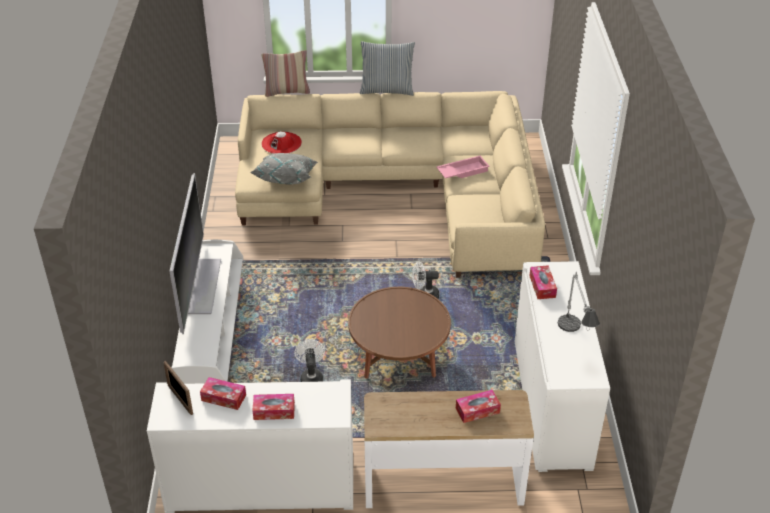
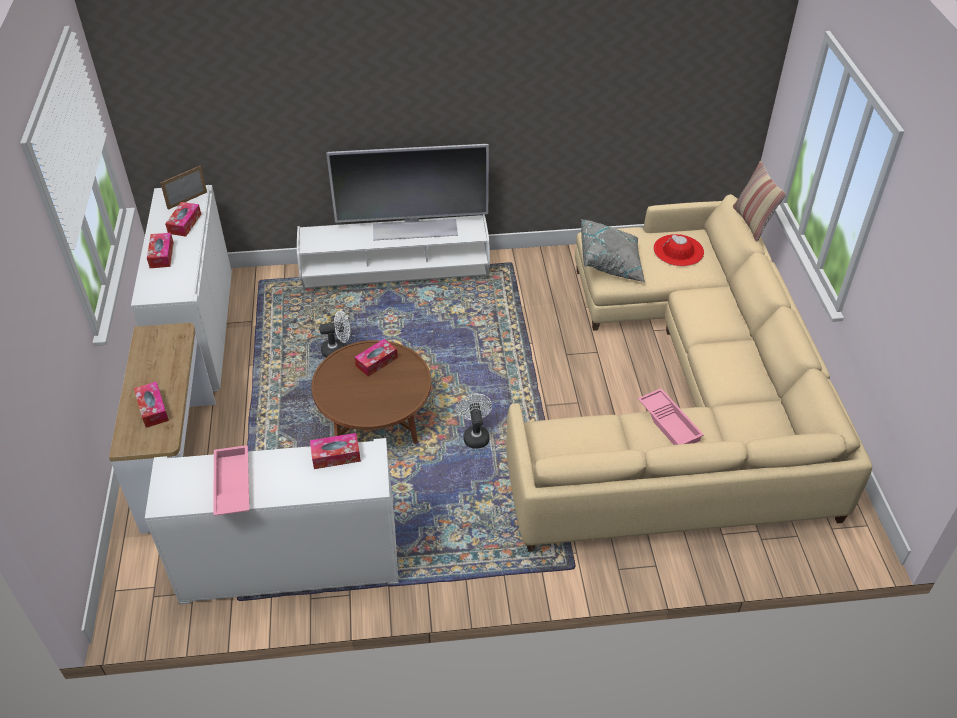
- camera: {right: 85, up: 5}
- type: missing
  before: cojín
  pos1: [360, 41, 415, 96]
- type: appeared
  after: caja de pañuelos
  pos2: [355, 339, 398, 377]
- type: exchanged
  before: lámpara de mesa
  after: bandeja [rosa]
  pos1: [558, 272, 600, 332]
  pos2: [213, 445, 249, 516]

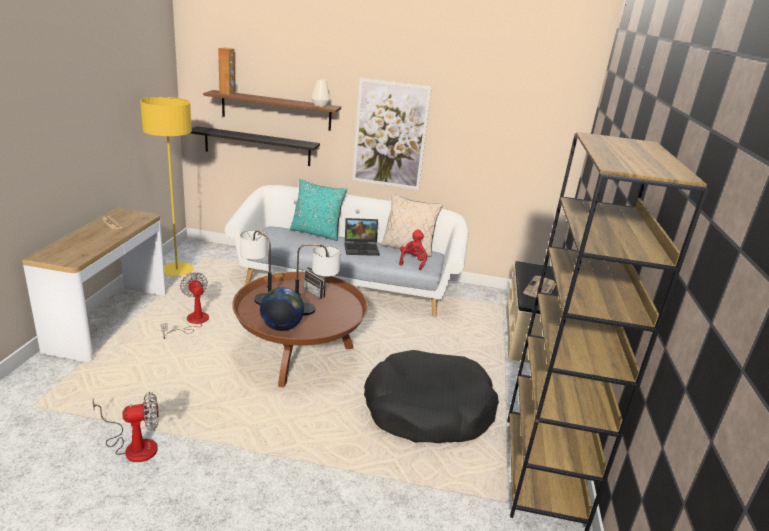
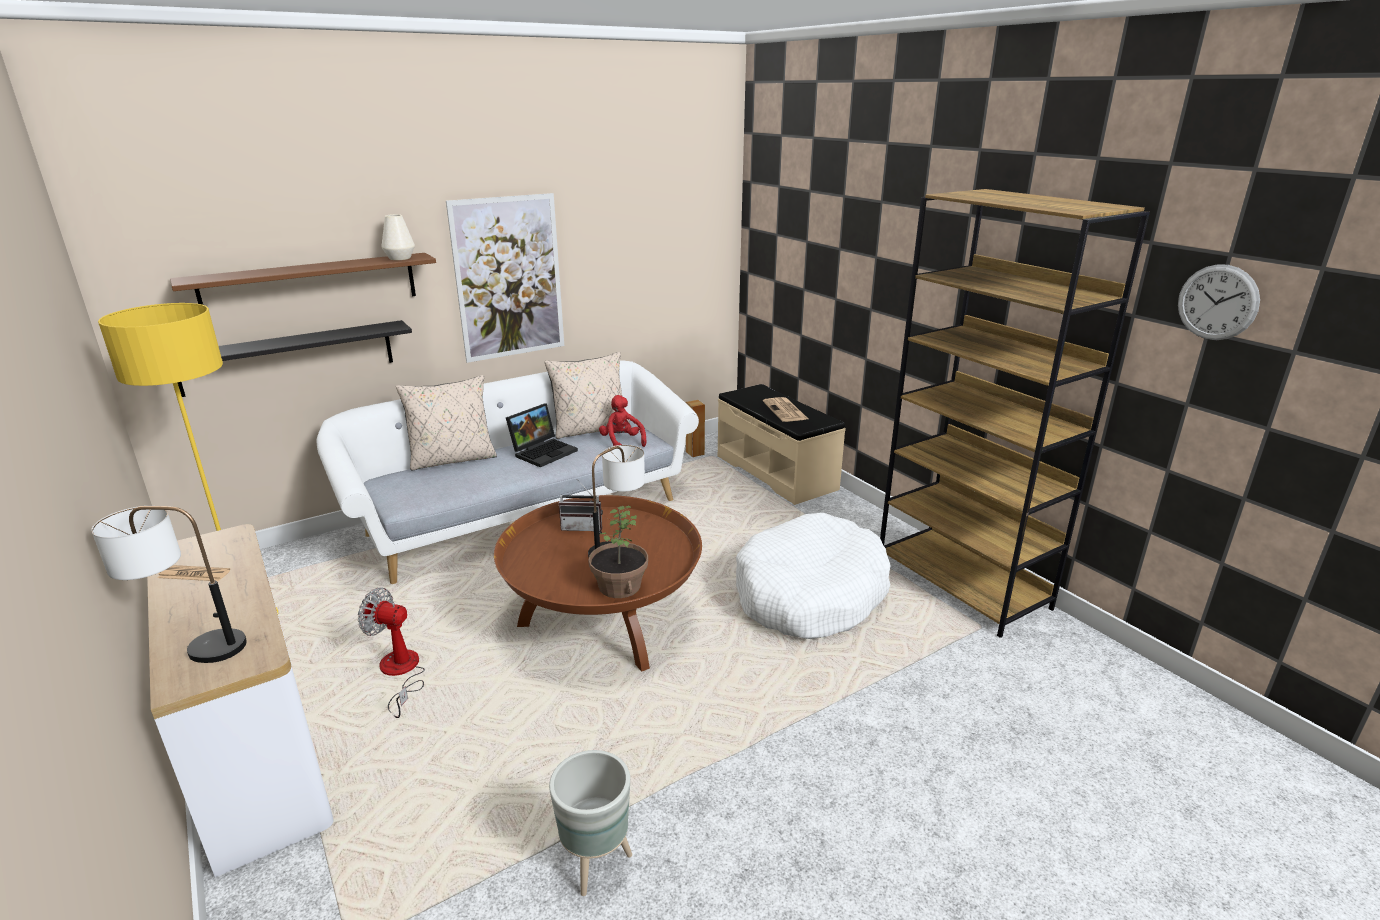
- camera: {right: -40, up: 0}
- type: appeared
  after: reloj de pared
  pos2: [1178, 264, 1260, 340]
- type: relocated
  before: altavoz [marrón]
  pos1: [218, 47, 235, 95]
  pos2: [686, 400, 705, 457]
- type: relocated
  before: lámpara de mesa
  pos1: [240, 230, 272, 305]
  pos2: [91, 506, 247, 663]
- type: exchanged
  before: ventilador
  after: maceta [gris]
  pos1: [92, 392, 159, 462]
  pos2: [549, 750, 632, 896]
- type: exchanged
  before: globo terráqueo
  after: planta en maceta
  pos1: [260, 287, 304, 331]
  pos2: [588, 506, 648, 598]
- type: colour
  before: cojín [turquesa]
  after: cojín [beis]
  pos1: [290, 179, 347, 241]
  pos2: [396, 375, 497, 471]
- type: colour
  before: cama para perro [negro]
  after: cama para perro [blanco]
  pos1: [364, 350, 499, 443]
  pos2: [736, 513, 890, 639]

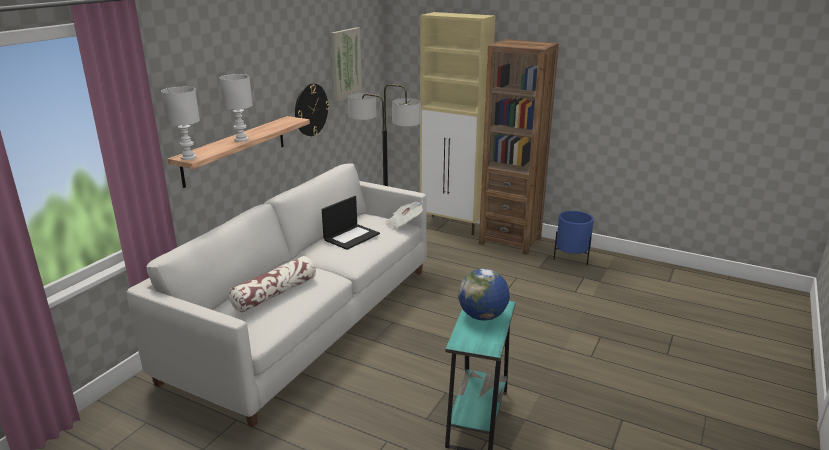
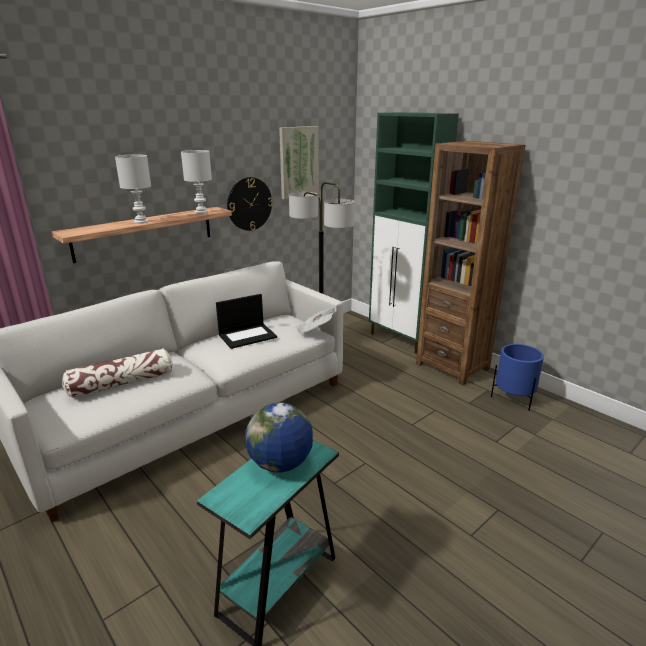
- camera: {right: 20, up: 0}
- type: relocated
  before: lámpara de mesa [blanco]
  pos1: [161, 87, 200, 160]
  pos2: [181, 150, 212, 214]
- type: colour
  before: armario [beis]
  after: armario [verde]
  pos1: [420, 12, 496, 235]
  pos2: [369, 112, 459, 354]

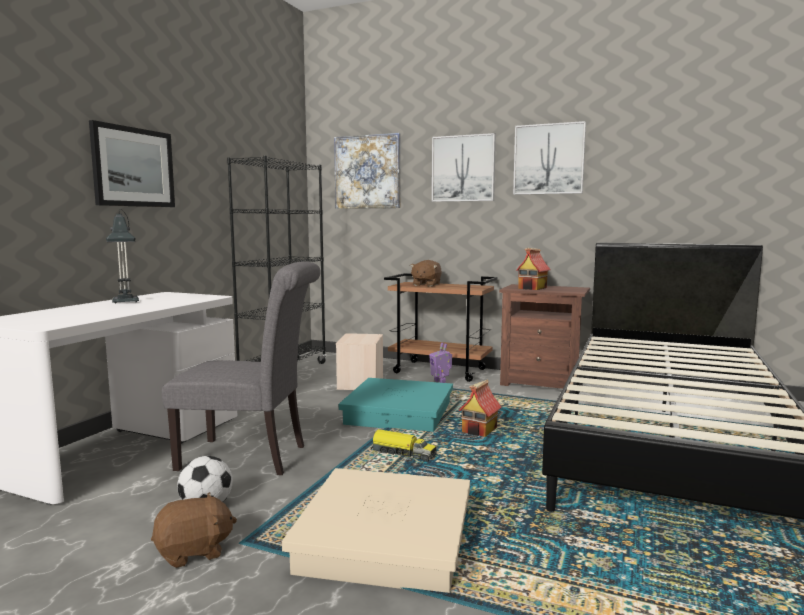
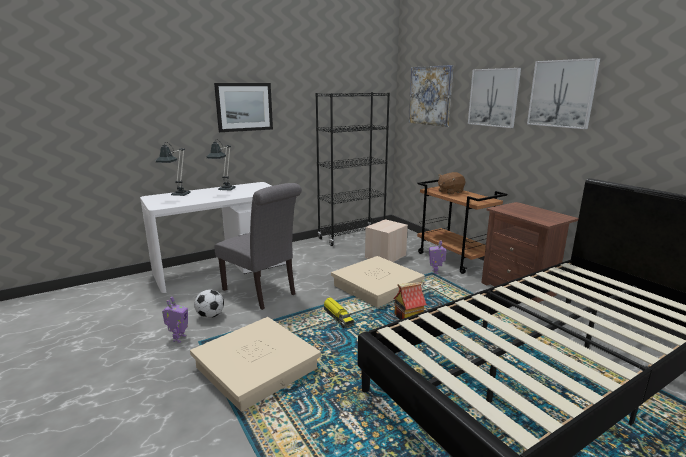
- camera: {right: 35, up: 10}
- type: missing
  before: casita
  pos1: [516, 248, 550, 290]
- type: appeared
  after: lámpara de mesa
  pos2: [155, 142, 191, 196]
- type: exchanged
  before: peluche [marrón]
  after: robot de juguete
  pos1: [151, 492, 237, 568]
  pos2: [162, 297, 188, 343]
- type: colour
  before: caja de almacenaje [turquesa]
  after: caja de almacenaje [beis]
  pos1: [339, 378, 453, 432]
  pos2: [331, 256, 425, 308]

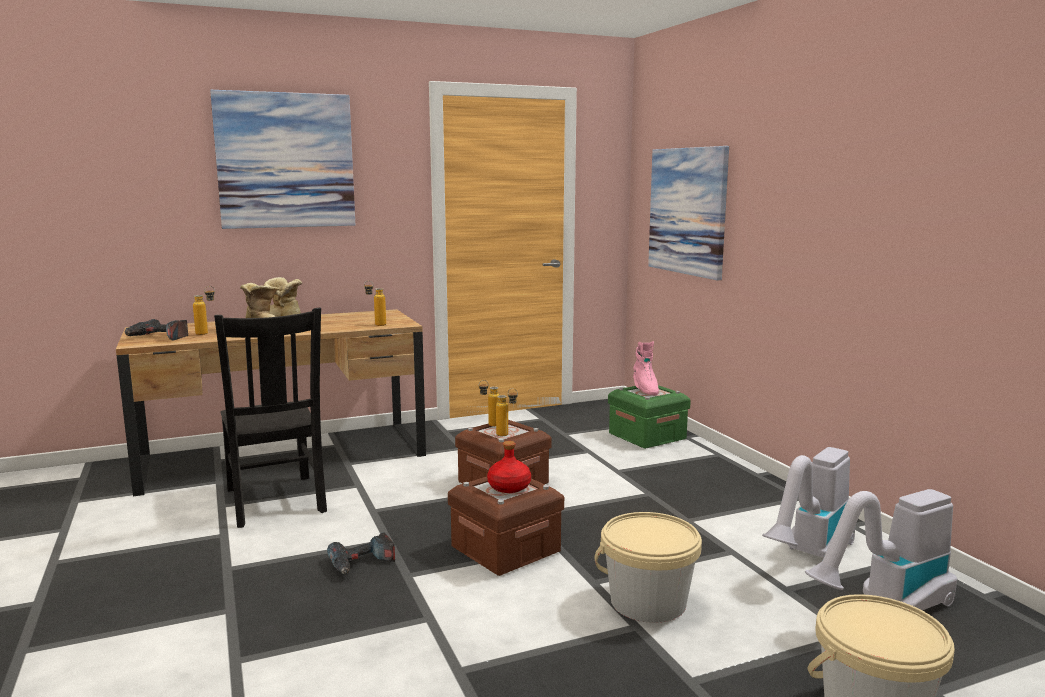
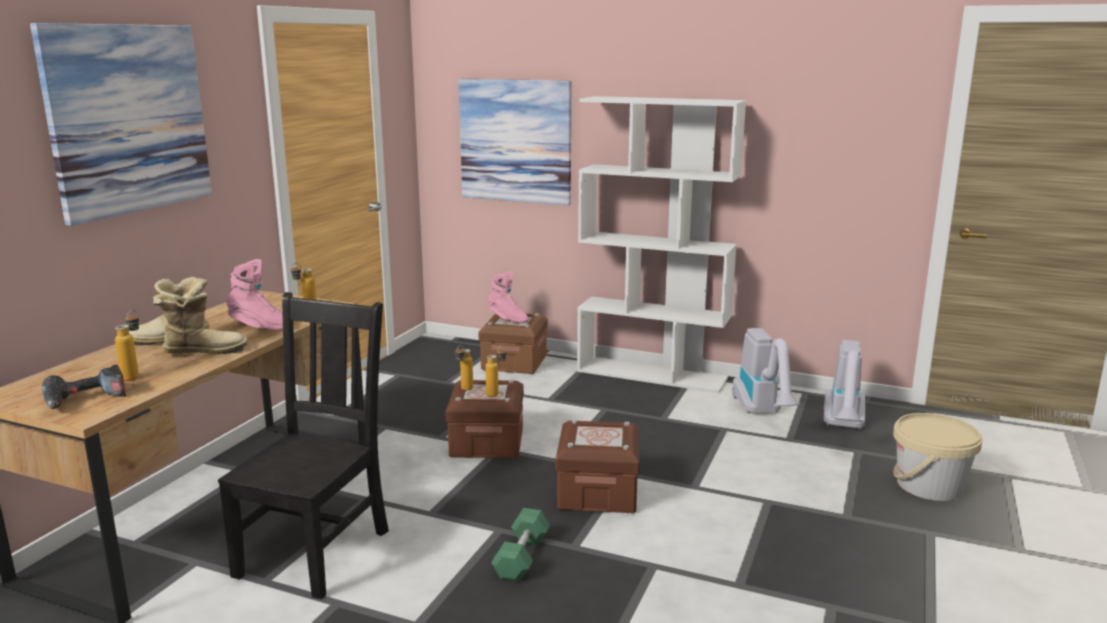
- camera: {right: -45, up: 5}
- type: missing
  before: botella [rojo]
  pos1: [487, 441, 531, 493]
- type: missing
  before: cubo [beis]
  pos1: [595, 512, 702, 623]
- type: appeared
  after: bota [rosa]
  pos2: [226, 259, 294, 330]
- type: appeared
  after: estantería [blanco]
  pos2: [577, 96, 746, 393]
- type: exchanged
  before: taladro
  after: mancuerna [verde]
  pos1: [327, 532, 395, 574]
  pos2: [491, 508, 550, 582]
- type: colour
  before: caja de almacenaje [verde]
  after: caja de almacenaje [marrón]
  pos1: [608, 385, 691, 449]
  pos2: [478, 313, 548, 374]
- type: spun
  before: silla [negro]
  pos1: [214, 307, 327, 528]
  pos2: [218, 292, 389, 599]
  turn: -90

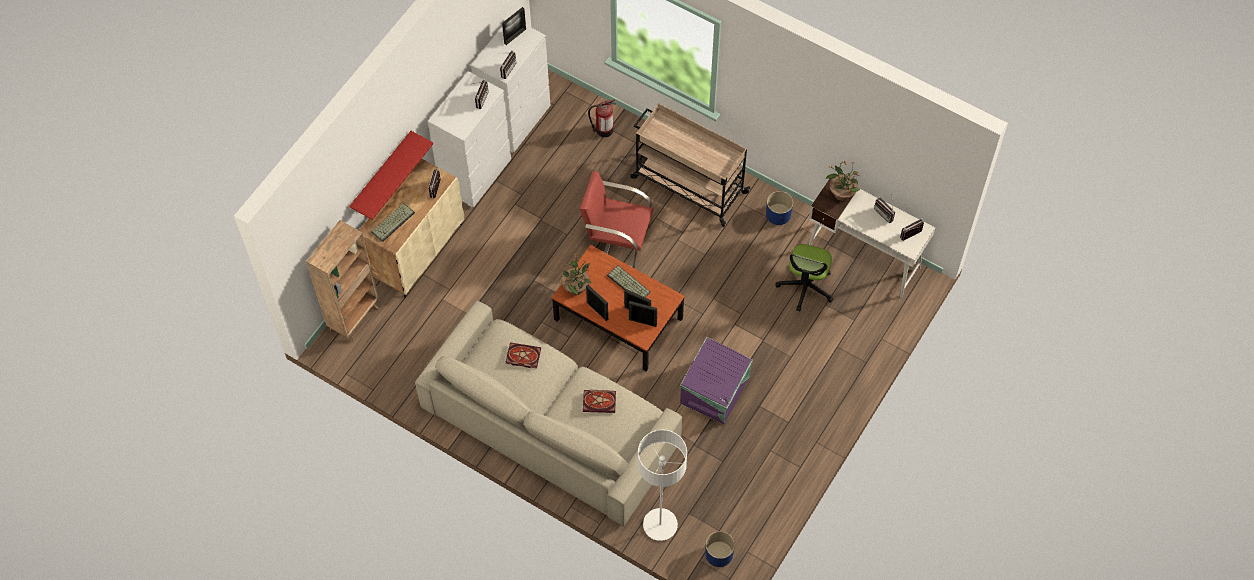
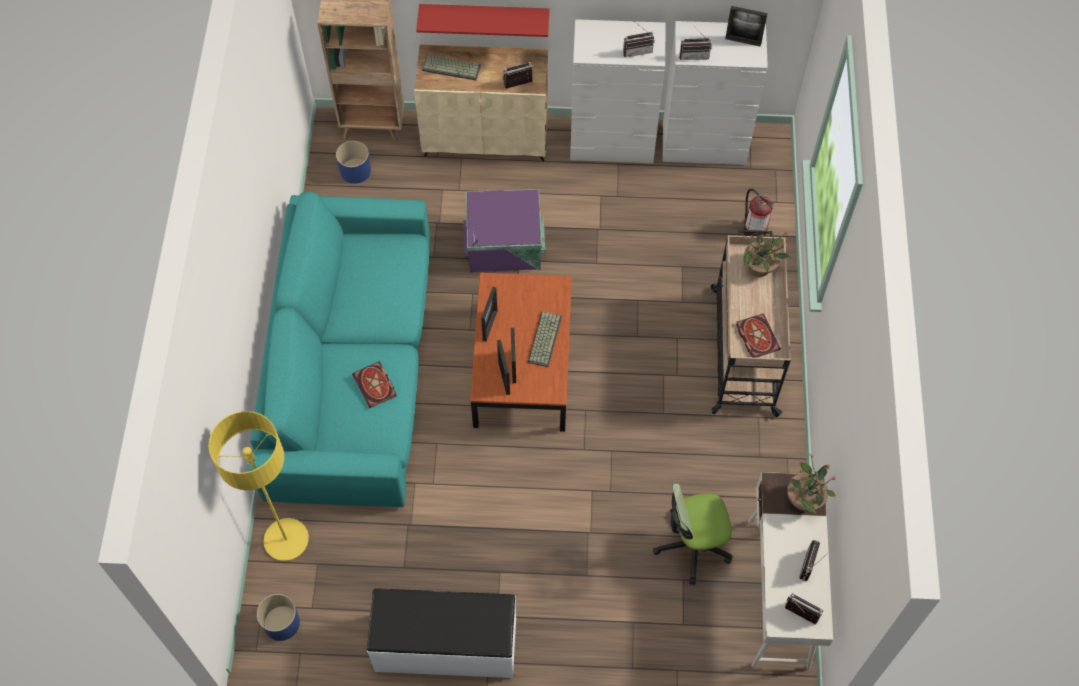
- camera: {right: 60, up: 0}
- type: missing
  before: silla [rojo]
  pos1: [579, 171, 654, 268]
- type: appeared
  after: banco [blanco]
  pos2: [367, 588, 516, 678]
- type: relocated
  before: libro
  pos1: [506, 342, 541, 368]
  pos2: [736, 314, 781, 357]
- type: relocated
  before: planta en maceta
  pos1: [560, 255, 592, 295]
  pos2: [740, 227, 792, 277]
- type: relocated
  before: caja de almacenaje [morado]
  pos1: [680, 337, 753, 424]
  pos2: [463, 189, 545, 273]
- type: relocated
  before: maceta [azul]
  pos1: [766, 191, 793, 225]
  pos2: [336, 141, 371, 184]
- type: colour
  before: sofá [beis]
  after: sofá [turquesa]
  pos1: [415, 301, 682, 526]
  pos2: [248, 191, 430, 507]
- type: colour
  before: lámpara de pie [blanco]
  after: lámpara de pie [amarillo]
  pos1: [638, 430, 687, 541]
  pos2: [209, 411, 309, 561]

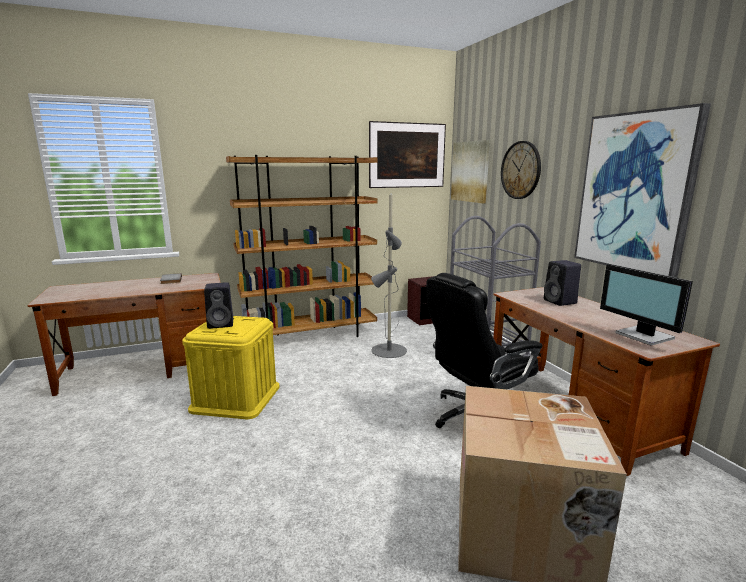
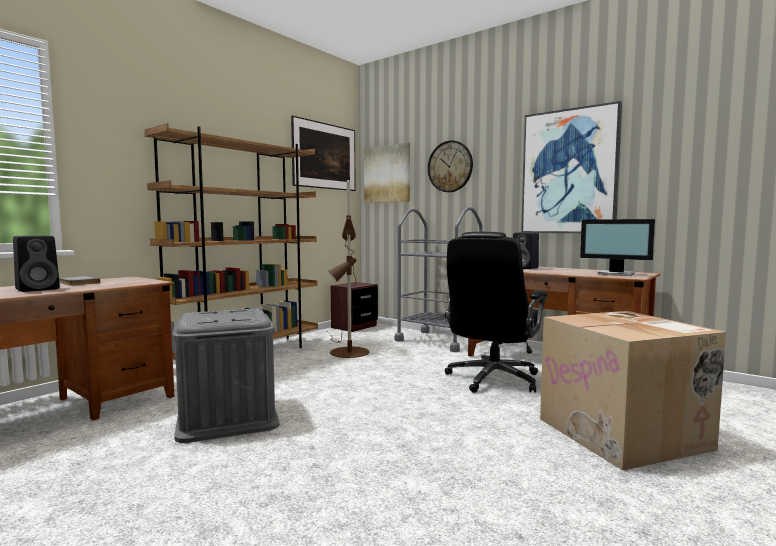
- camera: {right: -30, up: -10}
- type: relocated
  before: altavoz [negro]
  pos1: [204, 282, 233, 329]
  pos2: [13, 235, 60, 292]
- type: colour
  before: caja de almacenaje [amarillo]
  after: caja de almacenaje [gris]
  pos1: [182, 316, 280, 419]
  pos2: [172, 309, 279, 443]
- type: colour
  before: lámpara de pie [gris]
  after: lámpara de pie [marrón]
  pos1: [371, 194, 407, 358]
  pos2: [327, 180, 369, 358]

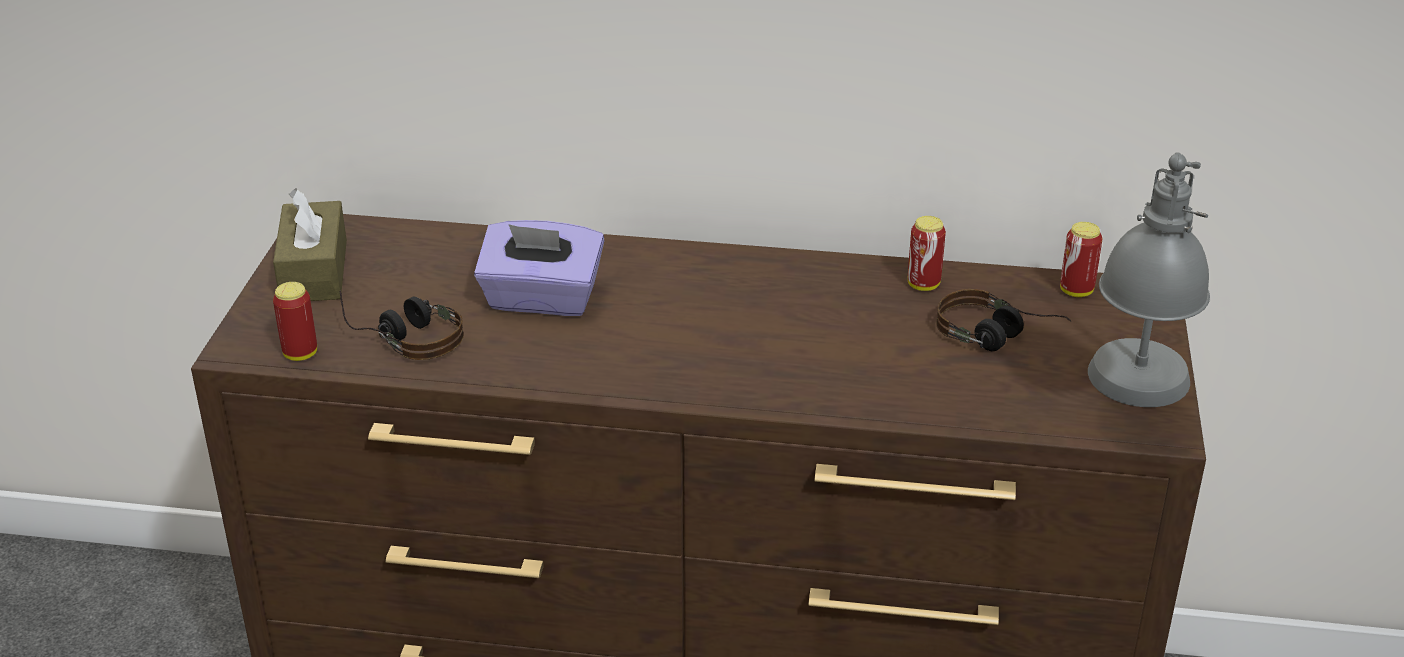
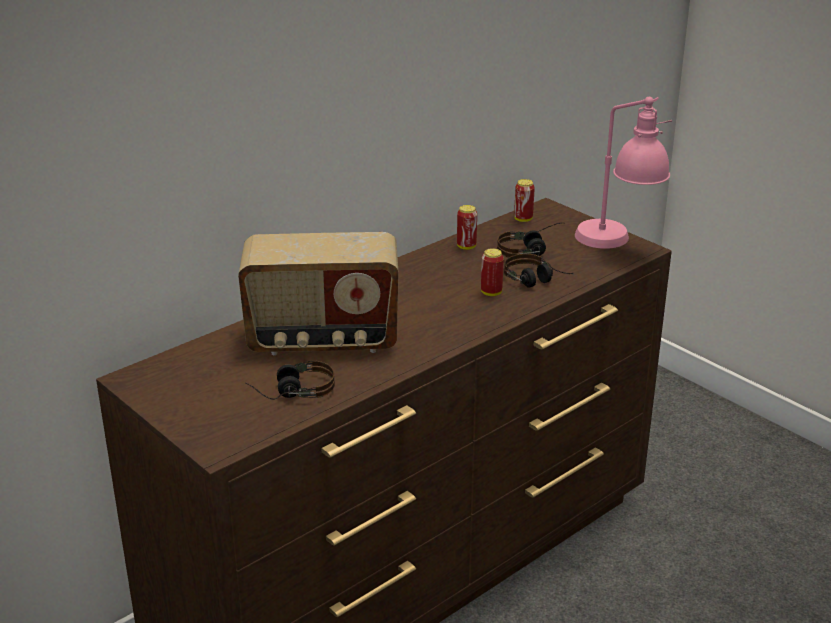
- camera: {right: -50, up: -5}
- type: missing
  before: caja de pañuelos [marrón]
  pos1: [273, 188, 347, 301]
- type: appeared
  after: auriculares
  pos2: [504, 254, 574, 288]
- type: relocated
  before: lata
  pos1: [273, 282, 317, 361]
  pos2: [481, 248, 504, 296]
- type: exchanged
  before: caja de pañuelos [morado]
  after: radio
  pos1: [474, 220, 605, 316]
  pos2: [238, 232, 399, 355]
- type: colour
  before: lámpara de mesa [gris]
  after: lámpara de mesa [rosa]
  pos1: [1088, 152, 1210, 407]
  pos2: [575, 97, 672, 249]

